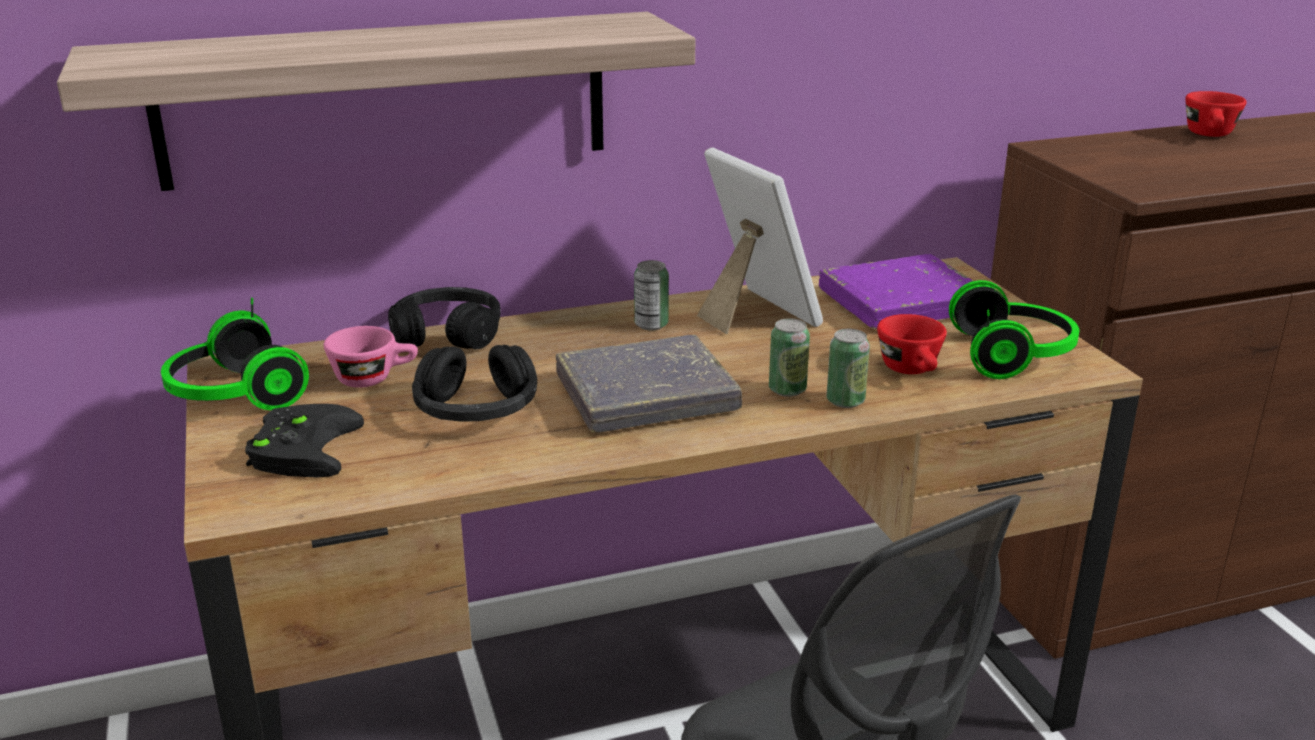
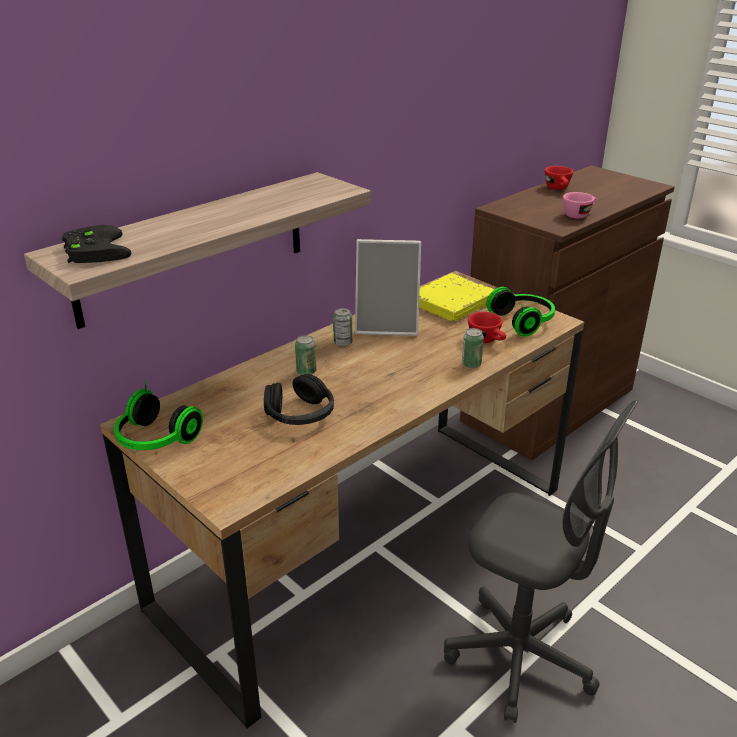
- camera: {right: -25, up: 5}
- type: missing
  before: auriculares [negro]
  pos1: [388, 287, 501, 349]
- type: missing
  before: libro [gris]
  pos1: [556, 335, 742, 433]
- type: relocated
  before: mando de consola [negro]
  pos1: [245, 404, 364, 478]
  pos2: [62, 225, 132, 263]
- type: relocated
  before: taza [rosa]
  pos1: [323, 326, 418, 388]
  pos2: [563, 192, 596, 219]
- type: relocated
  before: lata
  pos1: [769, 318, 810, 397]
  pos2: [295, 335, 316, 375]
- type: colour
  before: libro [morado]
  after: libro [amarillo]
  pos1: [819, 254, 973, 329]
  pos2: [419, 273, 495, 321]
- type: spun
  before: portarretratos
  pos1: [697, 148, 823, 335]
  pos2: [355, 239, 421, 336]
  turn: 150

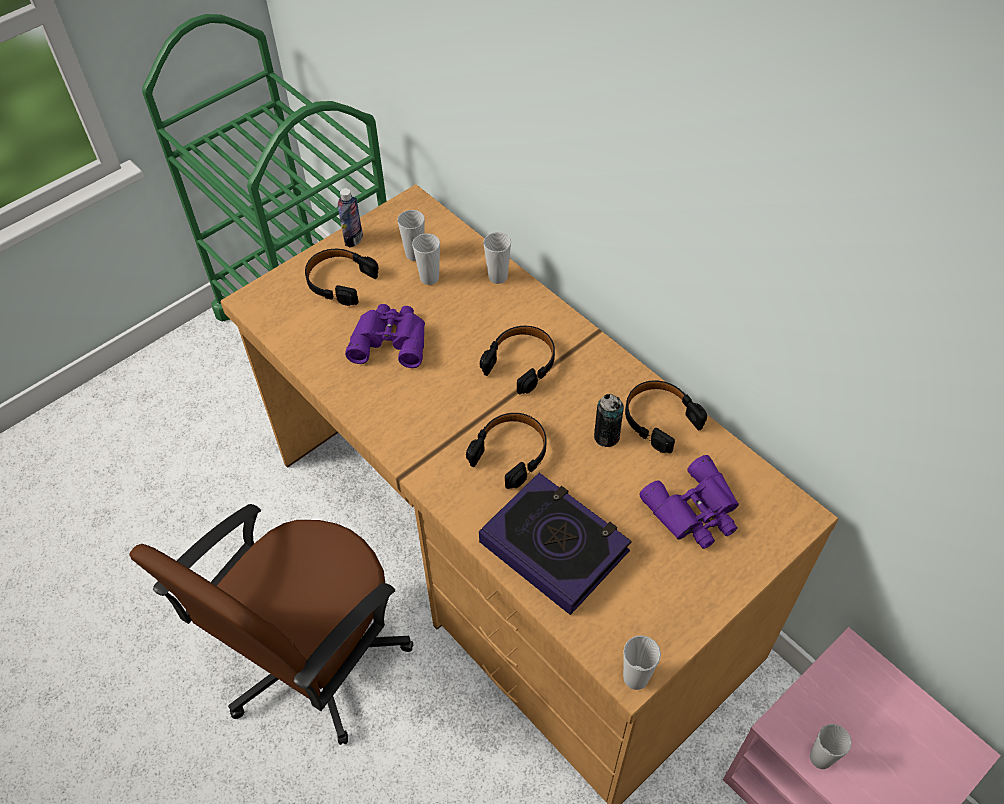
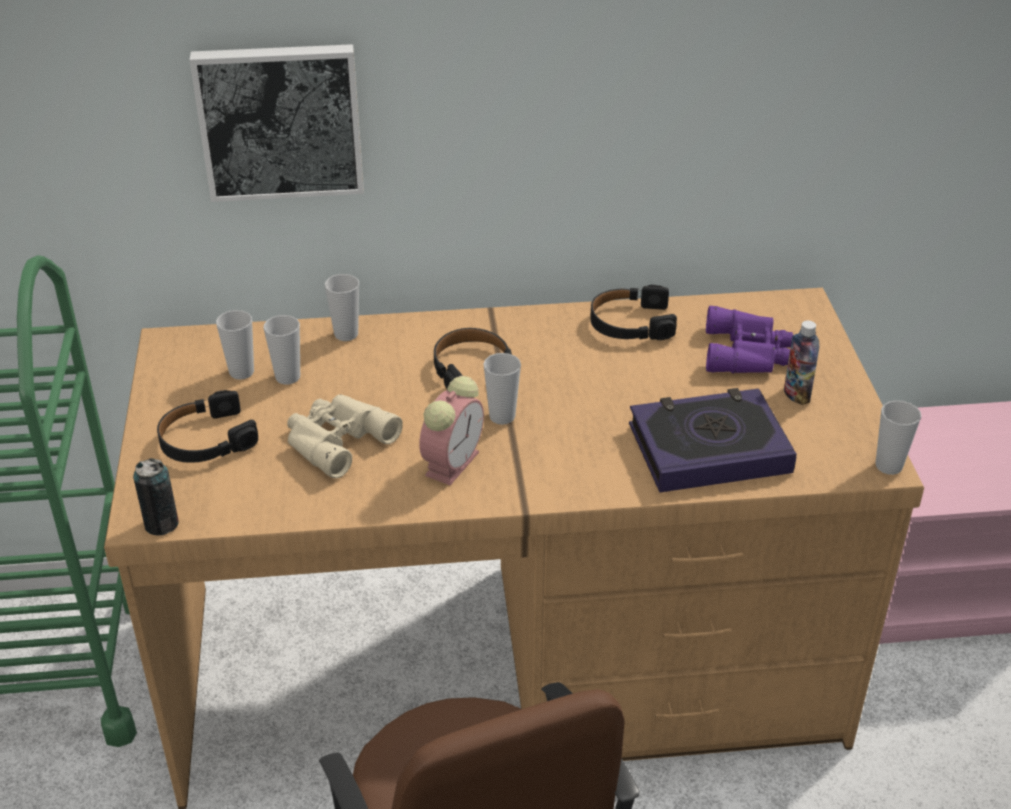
- camera: {right: -55, up: -15}
- type: missing
  before: auriculares [negro]
  pos1: [466, 413, 547, 489]
- type: appeared
  after: cuadro
  pos2: [190, 44, 364, 202]
- type: appeared
  after: despertador
  pos2: [419, 376, 484, 485]
- type: relocated
  before: botella
  pos1: [338, 188, 363, 248]
  pos2: [784, 320, 820, 405]
- type: relocated
  before: lata
  pos1: [594, 394, 624, 447]
  pos2: [133, 458, 179, 536]
- type: relocated
  before: taza
  pos1: [810, 724, 852, 769]
  pos2: [483, 353, 521, 425]
- type: colour
  before: prismáticos [morado]
  after: prismáticos [beis]
  pos1: [345, 304, 425, 368]
  pos2: [287, 394, 403, 478]

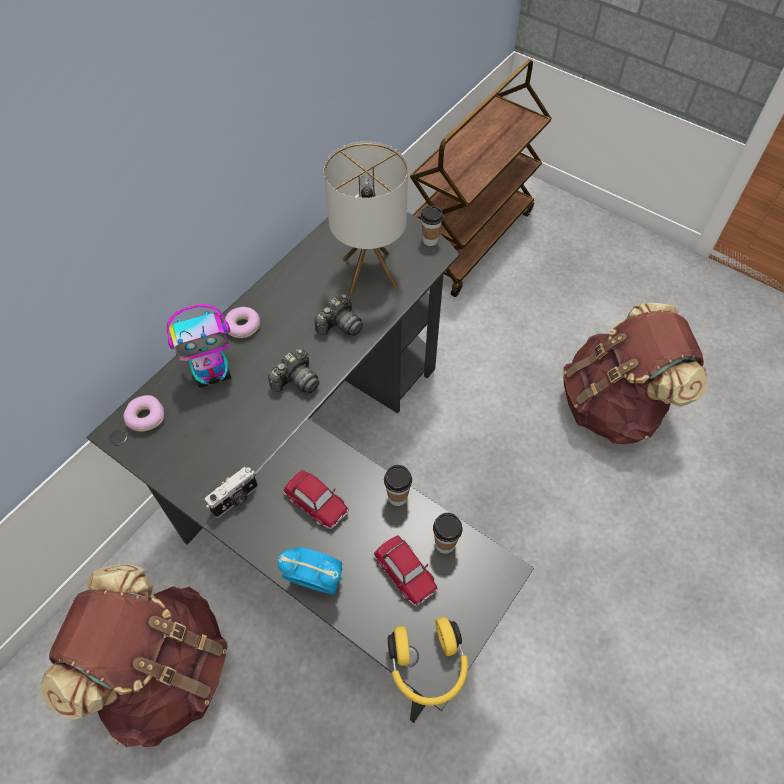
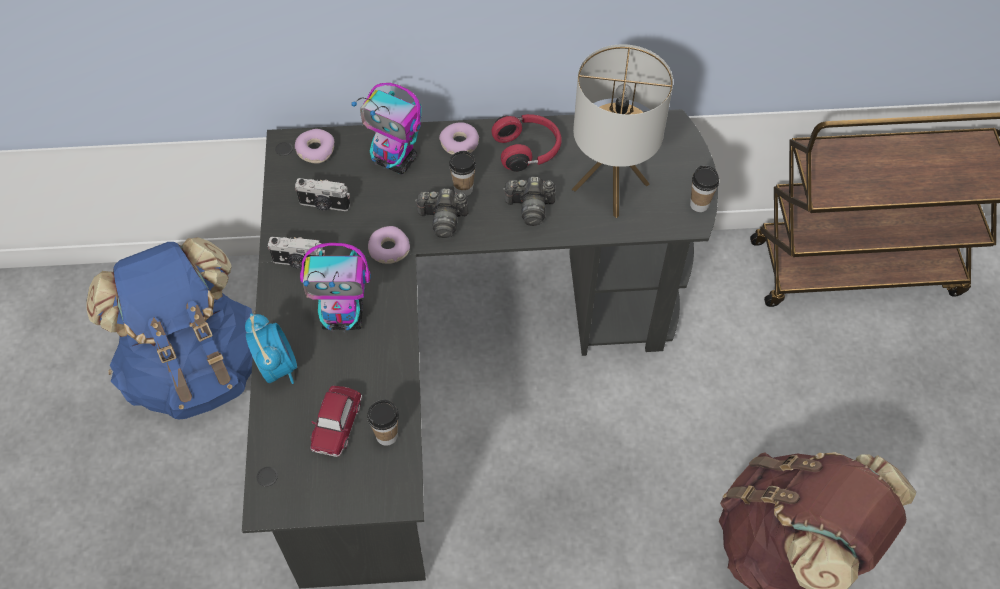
- camera: {right: 50, up: 0}
- type: missing
  before: auriculares [amarillo]
  pos1: [388, 617, 468, 706]
- type: appeared
  after: cámara
  pos2: [295, 178, 350, 211]
- type: appeared
  after: rosquilla
  pos2: [368, 226, 410, 264]
- type: appeared
  after: auriculares [rojo]
  pos2: [491, 114, 562, 172]
- type: relocated
  before: taza
  pos1: [384, 465, 412, 506]
  pos2: [449, 151, 476, 196]
- type: exchanged
  before: coche de juguete
  after: robot de juguete
  pos1: [283, 470, 349, 529]
  pos2: [300, 243, 371, 332]
- type: colour
  before: mochila [marrón]
  after: mochila [azul]
  pos1: [40, 564, 228, 748]
  pos2: [86, 237, 256, 420]

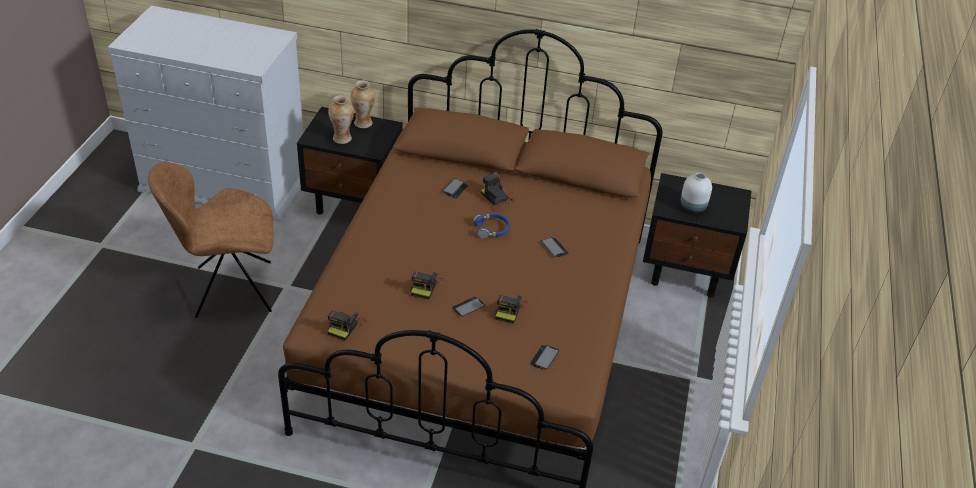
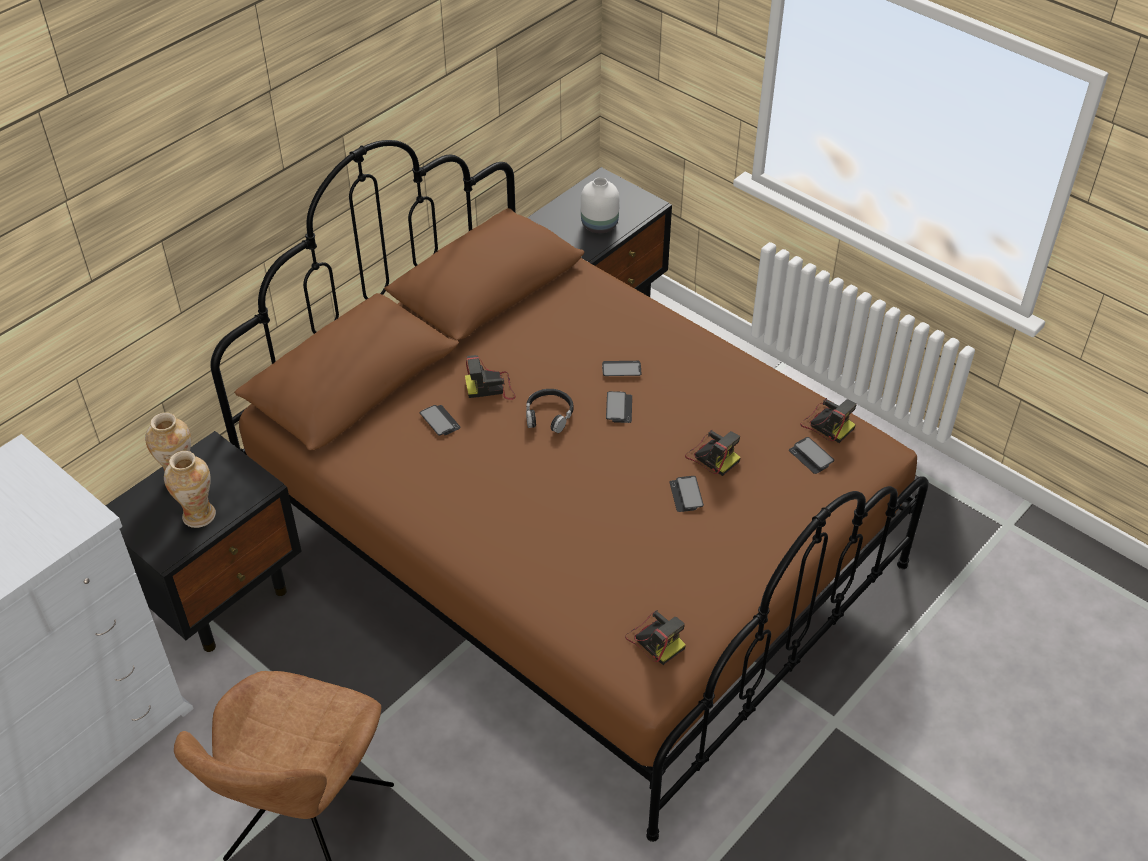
- camera: {right: -60, up: 5}
- type: appeared
  after: móvil
  pos2: [606, 391, 632, 423]
- type: relocated
  before: cámara
  pos1: [410, 271, 444, 300]
  pos2: [800, 398, 857, 443]
- type: colour
  before: auriculares [azul]
  after: auriculares [negro]
  pos1: [473, 213, 510, 239]
  pos2: [526, 389, 574, 433]

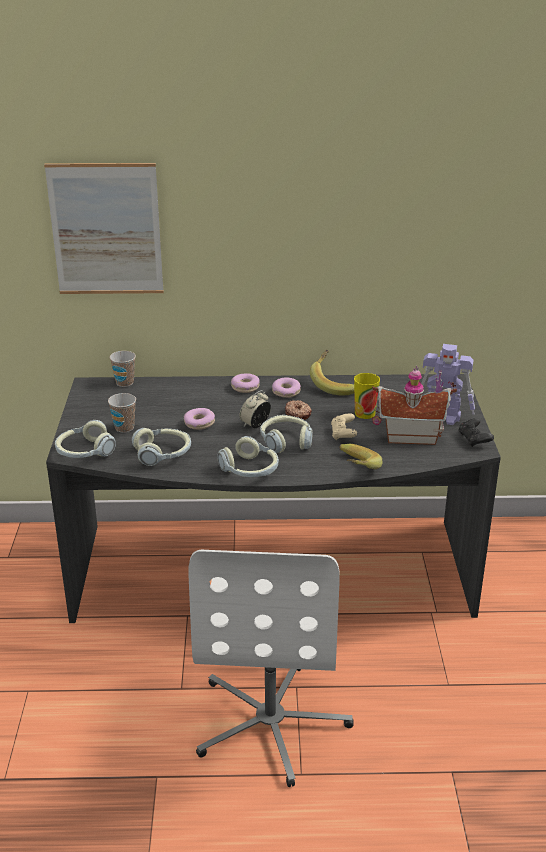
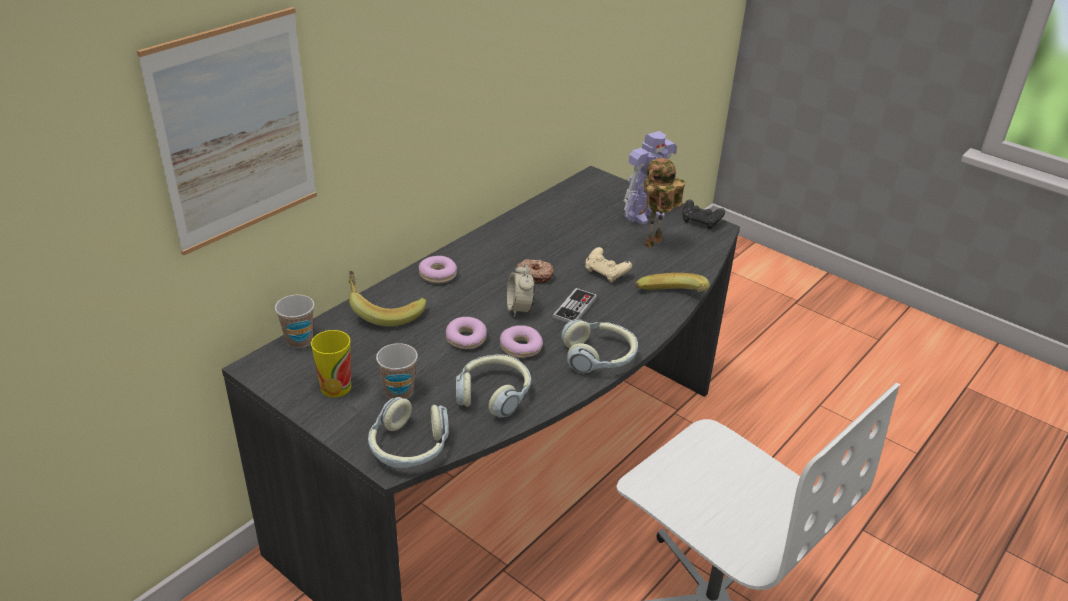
- camera: {right: -50, up: 5}
- type: relocated
  before: rosquilla
  pos1: [272, 378, 301, 398]
  pos2: [500, 325, 543, 358]
- type: relocated
  before: plátano
  pos1: [310, 349, 354, 395]
  pos2: [349, 271, 426, 327]
- type: relocated
  before: taza
  pos1: [354, 373, 380, 419]
  pos2: [311, 330, 351, 397]
- type: exchanged
  before: auriculares
  after: mando de consola
  pos1: [260, 415, 313, 453]
  pos2: [552, 288, 597, 324]
- type: exchanged
  before: casita
  after: robot de juguete
  pos1: [372, 365, 457, 445]
  pos2: [639, 158, 685, 248]

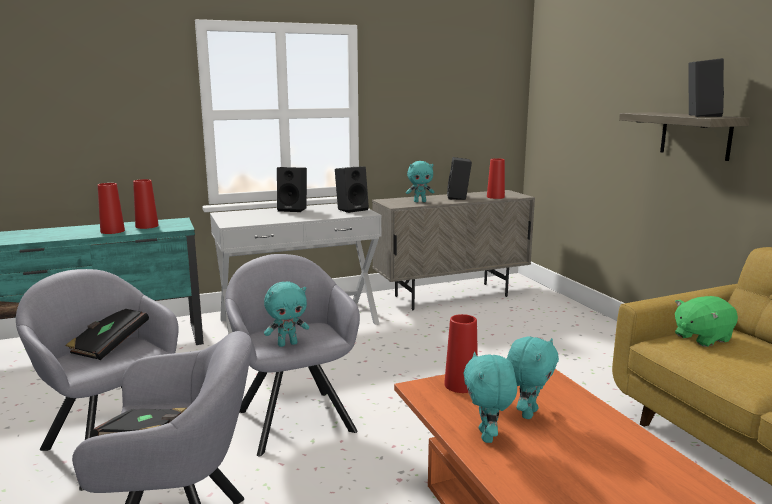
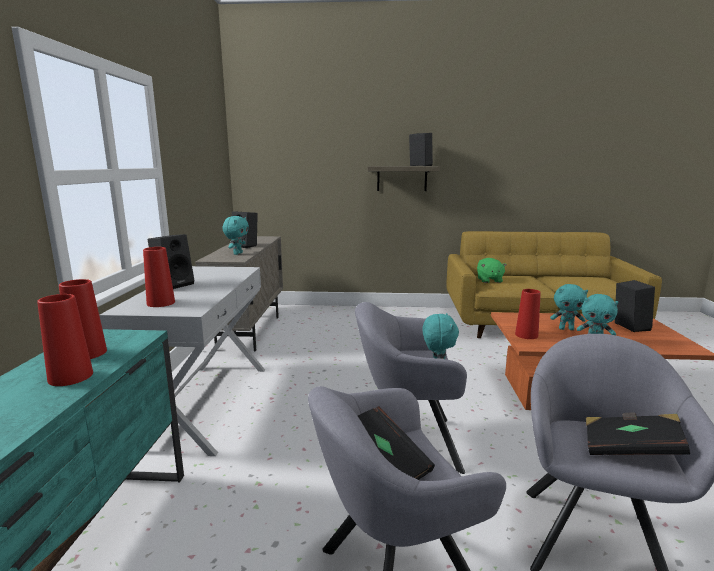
- camera: {right: -65, up: 0}
- type: relocated
  before: altavoz [negro]
  pos1: [335, 166, 369, 213]
  pos2: [615, 280, 655, 332]
- type: relocated
  before: florero [rojo]
  pos1: [487, 158, 505, 199]
  pos2: [143, 247, 175, 307]
- type: spun
  before: peluche [turquesa]
  pos1: [507, 336, 559, 419]
  pos2: [550, 284, 588, 330]
  turn: 135

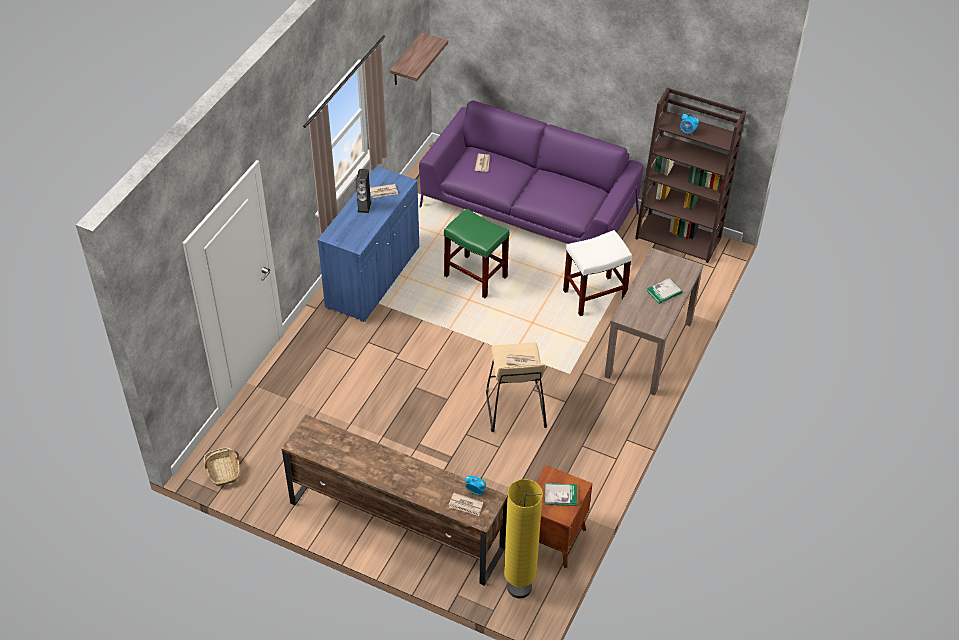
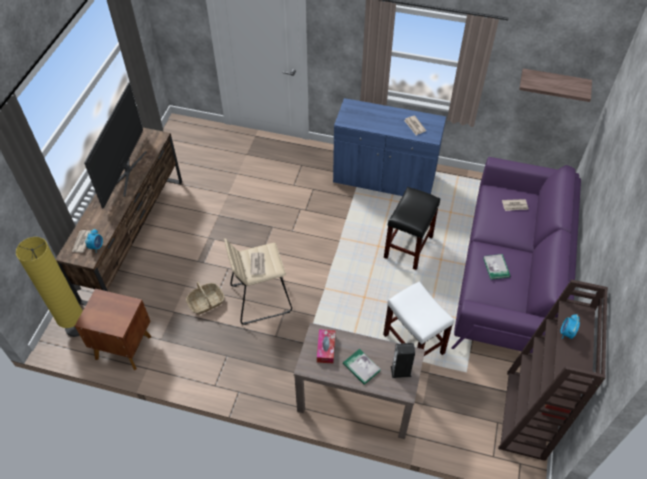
- camera: {right: 80, up: 5}
- type: appeared
  after: televisor
  pos2: [84, 82, 146, 209]
- type: appeared
  after: caja de pañuelos
  pos2: [317, 329, 335, 363]
- type: relocated
  before: cesta
  pos1: [204, 447, 240, 486]
  pos2: [186, 281, 225, 315]
- type: relocated
  before: altavoz
  pos1: [356, 169, 372, 213]
  pos2: [391, 343, 415, 378]
- type: relocated
  before: libro
  pos1: [545, 483, 577, 506]
  pos2: [483, 254, 510, 280]
- type: colour
  before: taburete [verde]
  after: taburete [negro]
  pos1: [444, 209, 510, 298]
  pos2: [384, 187, 440, 270]

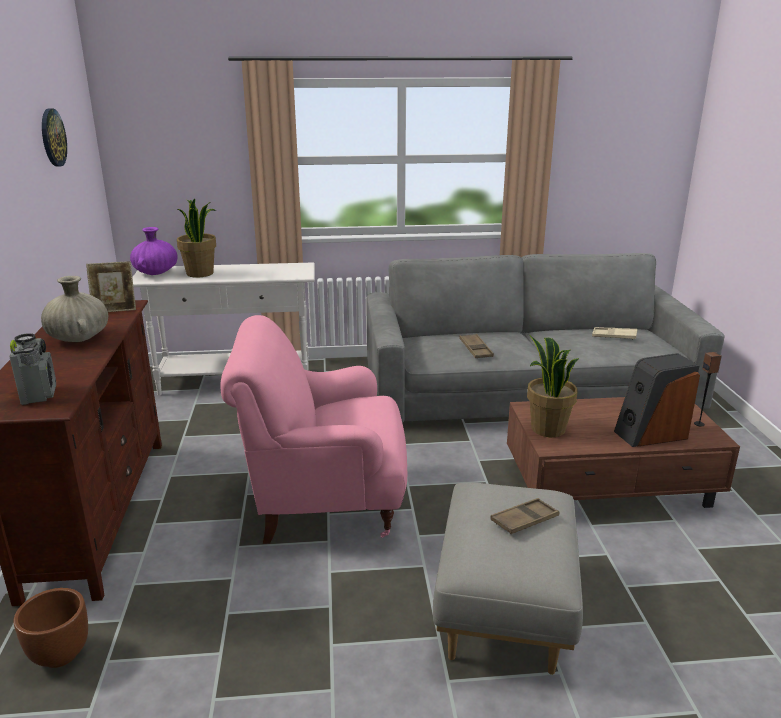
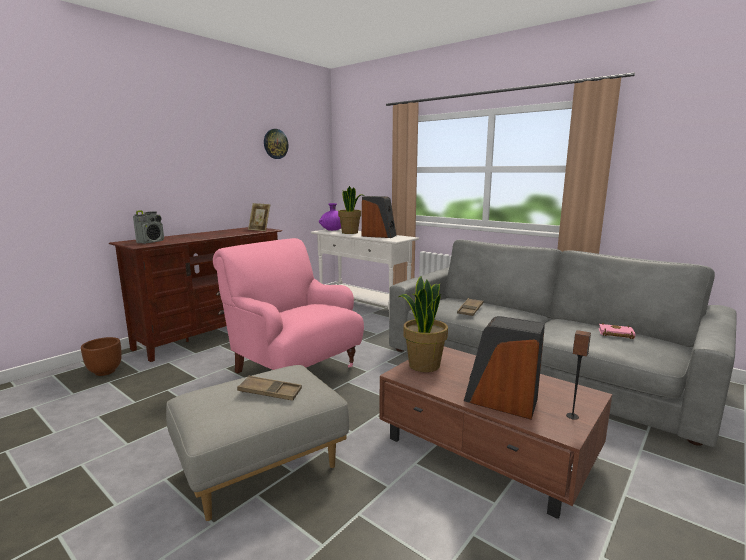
- camera: {right: 45, up: -10}
- type: missing
  before: florero [beis]
  pos1: [41, 276, 108, 342]
- type: appeared
  after: altavoz
  pos2: [362, 196, 396, 238]
- type: exchanged
  before: bandeja [beis]
  after: libro [rosa]
  pos1: [592, 327, 637, 340]
  pos2: [599, 323, 636, 339]

